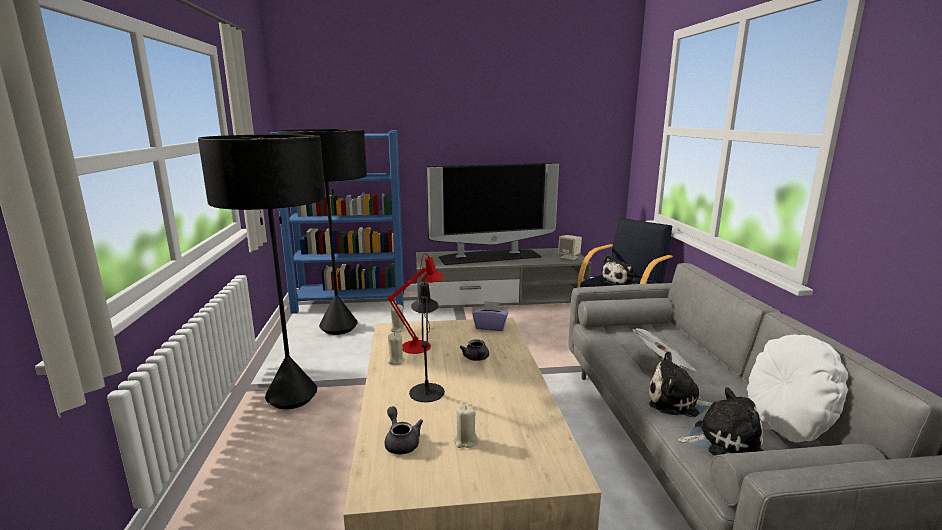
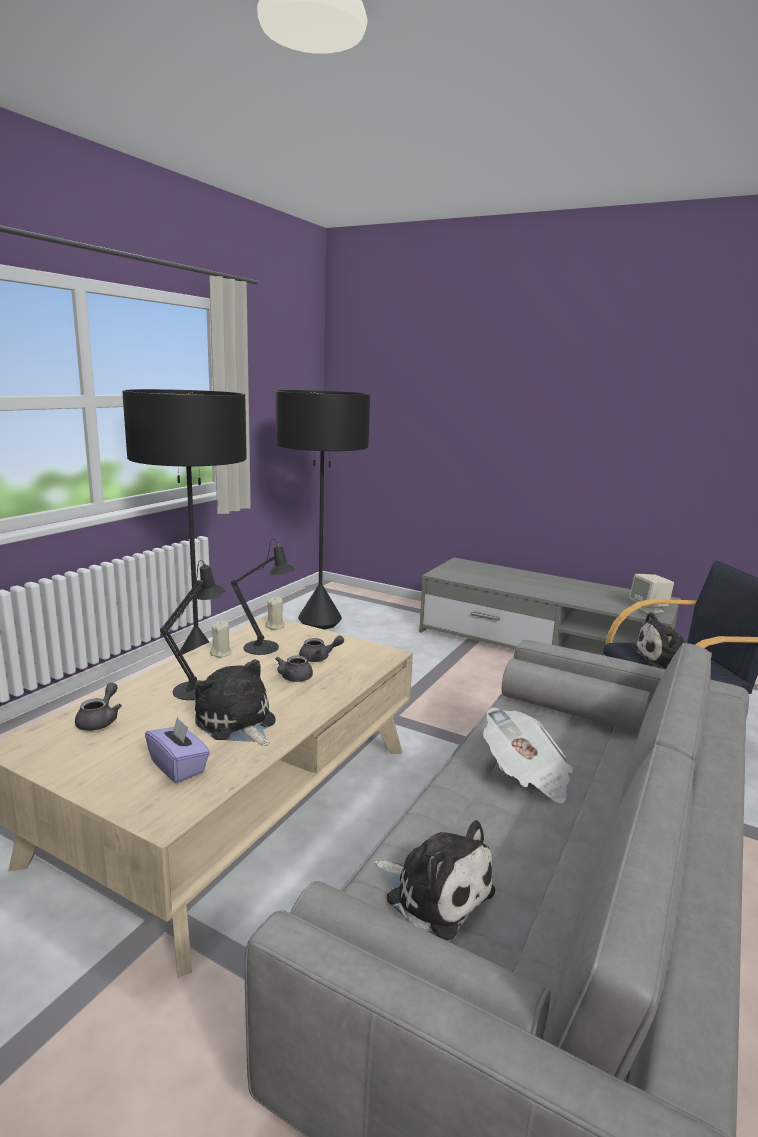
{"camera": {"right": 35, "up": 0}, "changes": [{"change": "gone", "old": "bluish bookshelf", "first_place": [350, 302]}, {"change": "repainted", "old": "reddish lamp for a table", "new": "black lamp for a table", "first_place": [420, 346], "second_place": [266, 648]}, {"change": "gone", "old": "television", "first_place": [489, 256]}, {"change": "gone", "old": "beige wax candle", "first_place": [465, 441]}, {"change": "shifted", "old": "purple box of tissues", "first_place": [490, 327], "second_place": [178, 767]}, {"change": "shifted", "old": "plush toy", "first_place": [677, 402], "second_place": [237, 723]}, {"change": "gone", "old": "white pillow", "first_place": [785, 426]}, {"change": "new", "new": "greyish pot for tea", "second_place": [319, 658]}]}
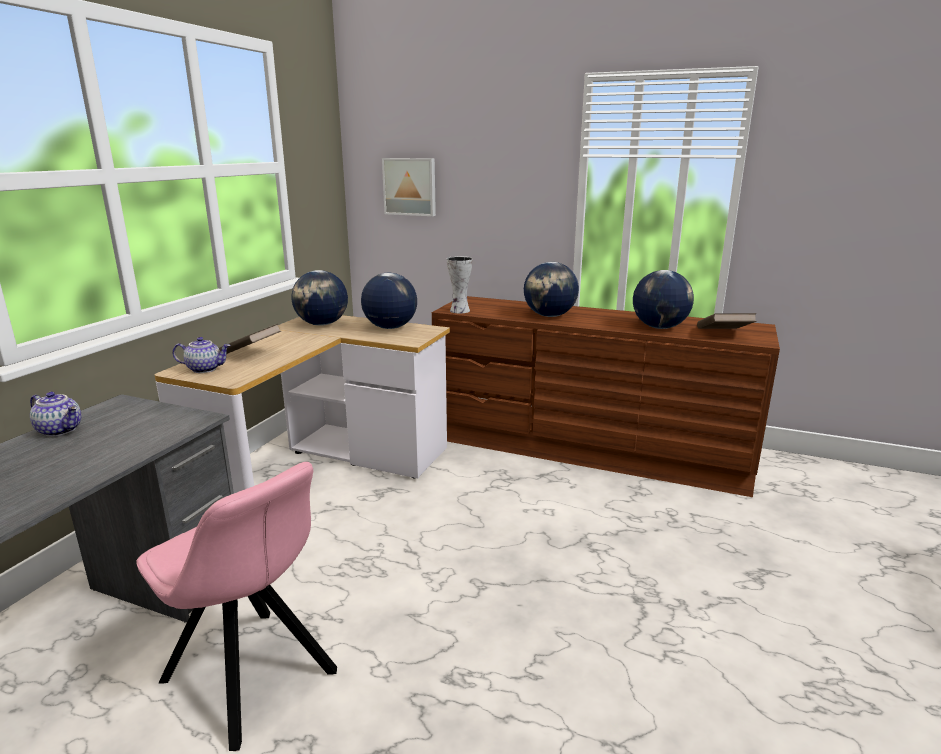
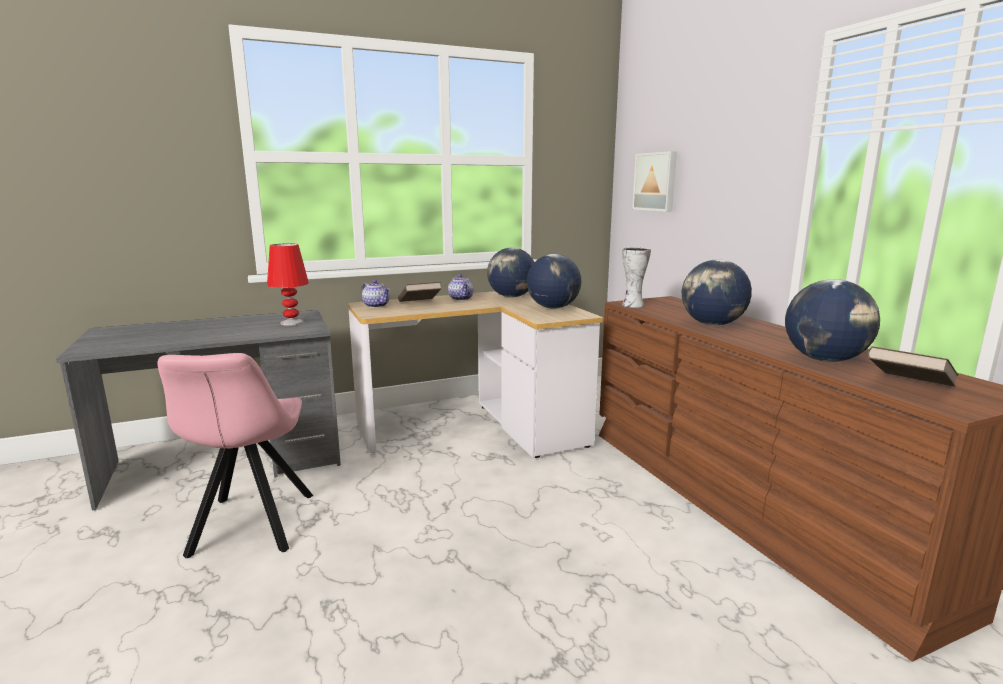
{"camera": {"right": 45, "up": -5}, "changes": [{"change": "shifted", "old": "pot for tea", "first_place": [61, 430], "second_place": [461, 299]}, {"change": "new", "new": "reddish lamp for a table", "second_place": [292, 323]}]}
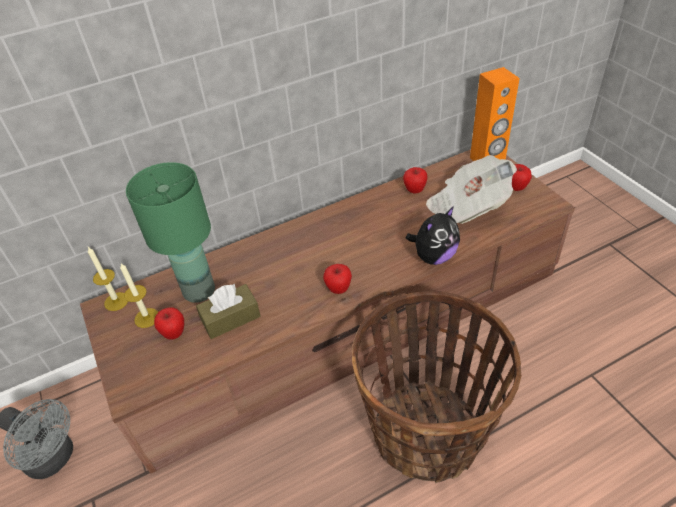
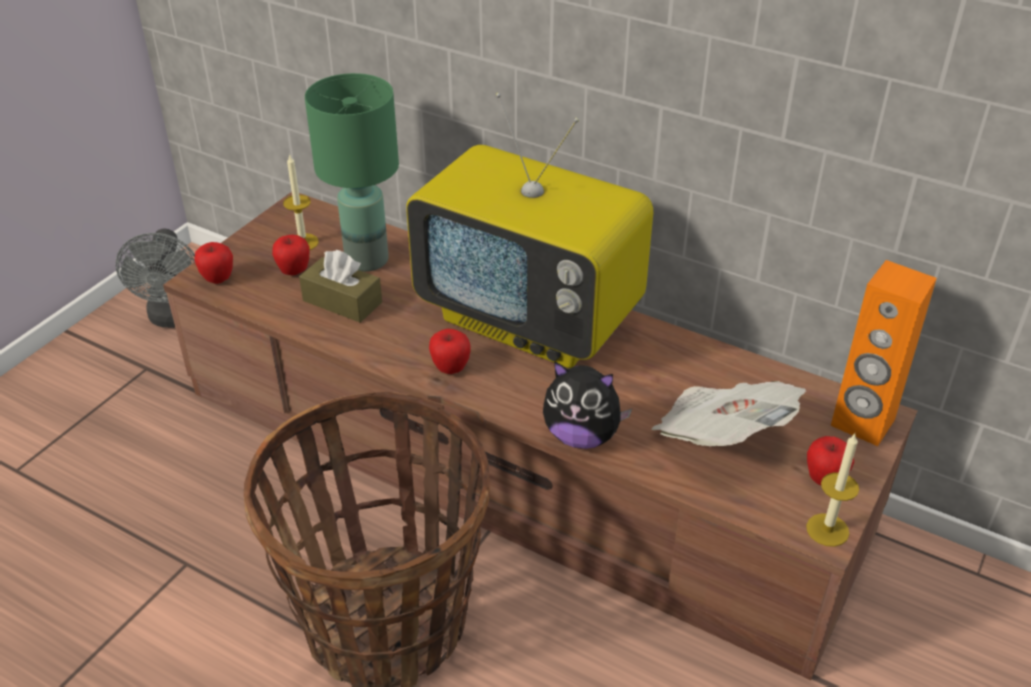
{"camera": {"right": 55, "up": -5}, "changes": [{"change": "shifted", "old": "wax candle", "first_place": [116, 301], "second_place": [827, 530]}, {"change": "shifted", "old": "apple", "first_place": [414, 190], "second_place": [218, 279]}, {"change": "new", "new": "television", "second_place": [532, 319]}]}
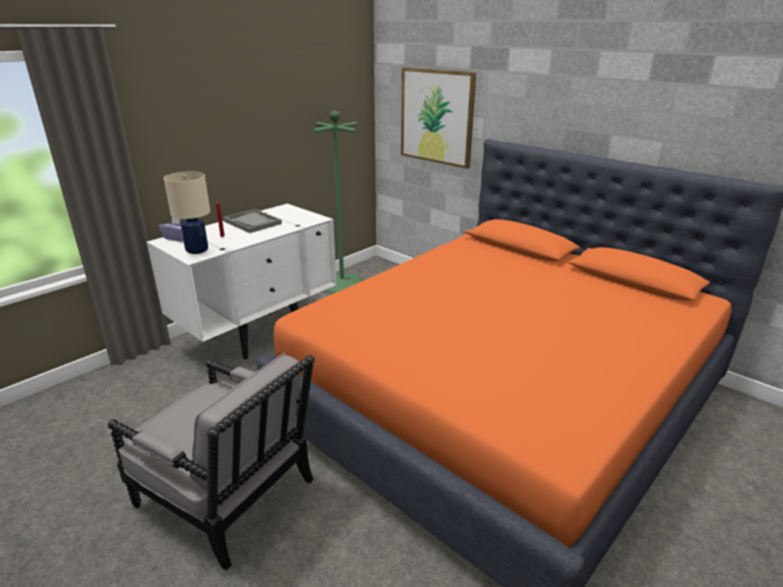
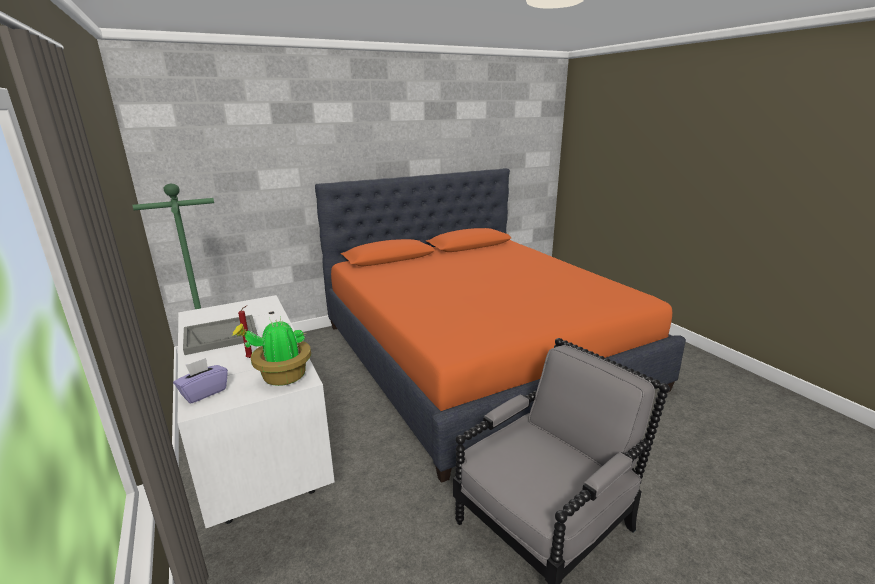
{"camera": {"right": -70, "up": -5}, "changes": [{"change": "swapped", "old": "beige lamp for a table", "new": "potted plant", "first_place": [197, 251], "second_place": [282, 377]}, {"change": "gone", "old": "wall picture", "first_place": [436, 116]}]}
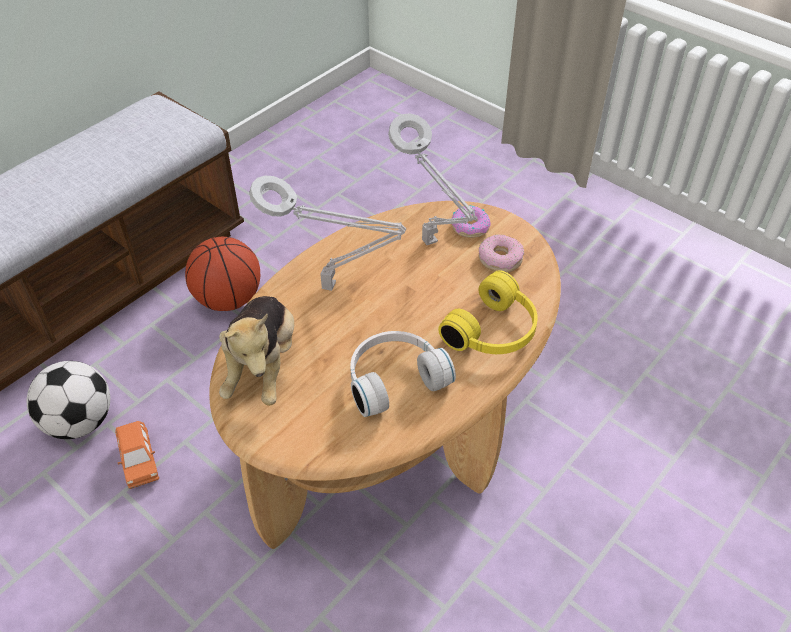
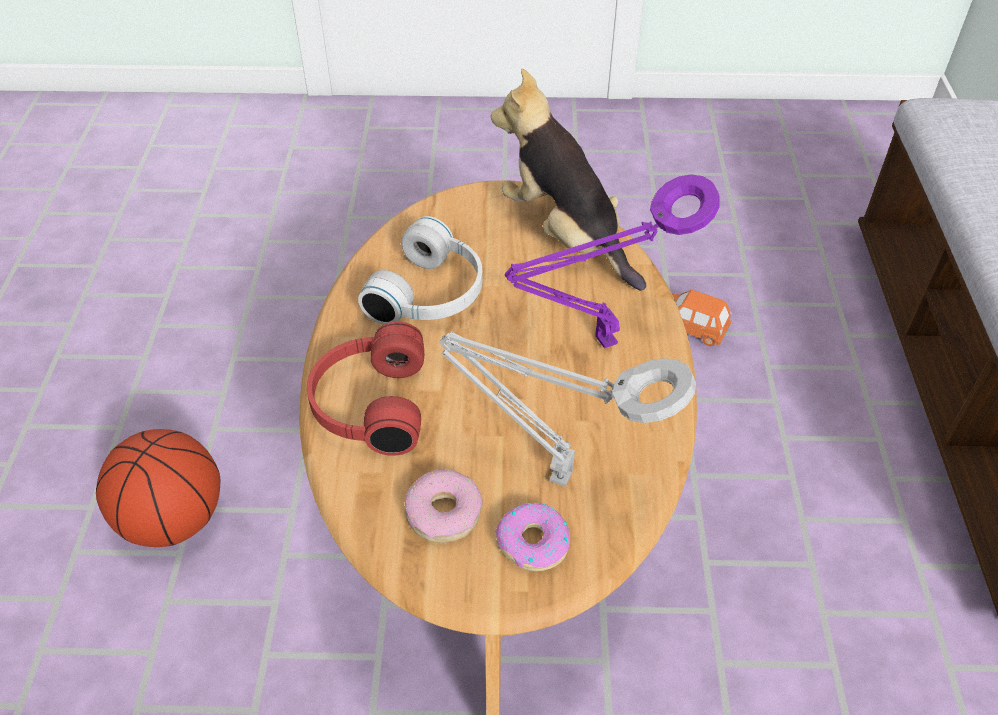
{"camera": {"right": 140, "up": 0}, "changes": [{"change": "gone", "old": "football", "first_place": [80, 422]}, {"change": "shifted", "old": "basketball", "first_place": [228, 299], "second_place": [174, 519]}, {"change": "repainted", "old": "greyish lamp for a table", "new": "purple lamp for a table", "first_place": [333, 287], "second_place": [599, 344]}, {"change": "repainted", "old": "yellowish pair of headphones", "new": "reddish pair of headphones", "first_place": [494, 332], "second_place": [368, 404]}]}
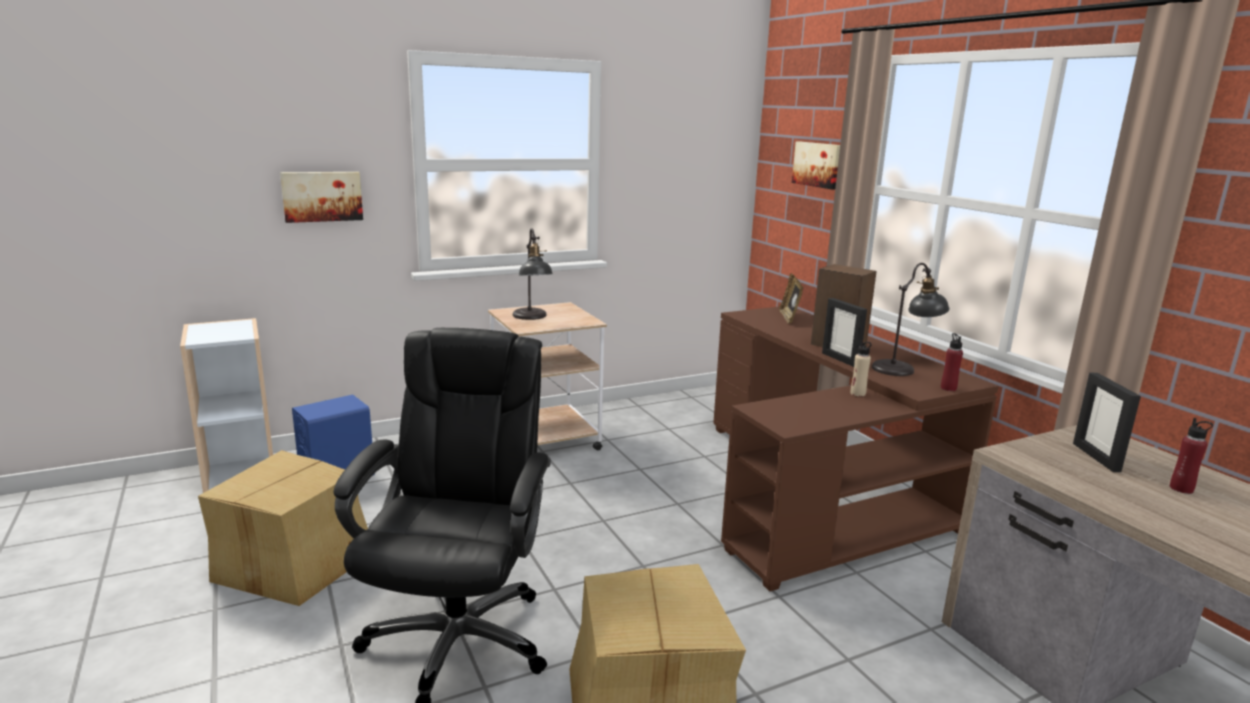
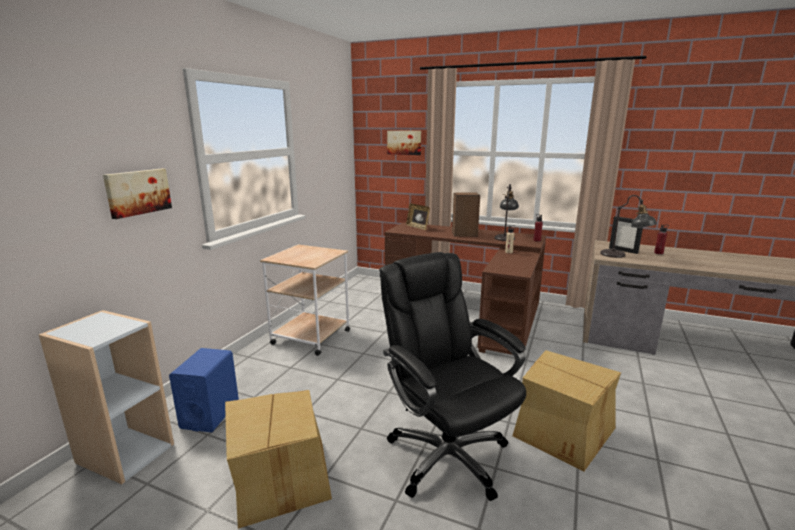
{"camera": {"right": -40, "up": 0}, "changes": [{"change": "shifted", "old": "greyish lamp for a table", "first_place": [533, 319], "second_place": [624, 255]}, {"change": "gone", "old": "picture frame", "first_place": [841, 359]}]}
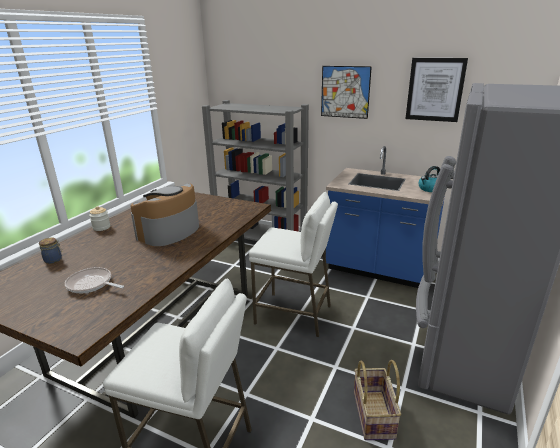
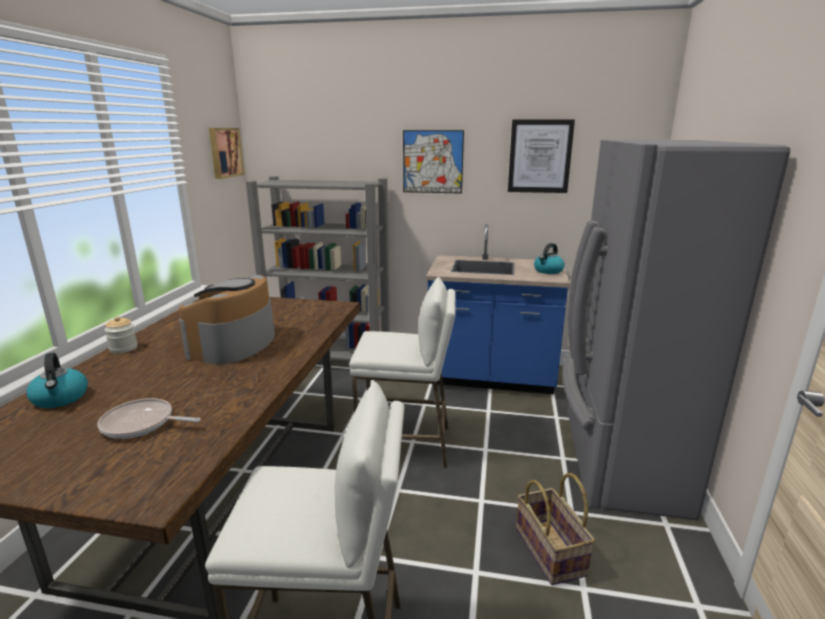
{"camera": {"right": -15, "up": -5}, "changes": [{"change": "swapped", "old": "storage jar", "new": "tea kettle", "first_place": [54, 260], "second_place": [61, 398]}, {"change": "new", "new": "wall picture", "second_place": [224, 152]}]}
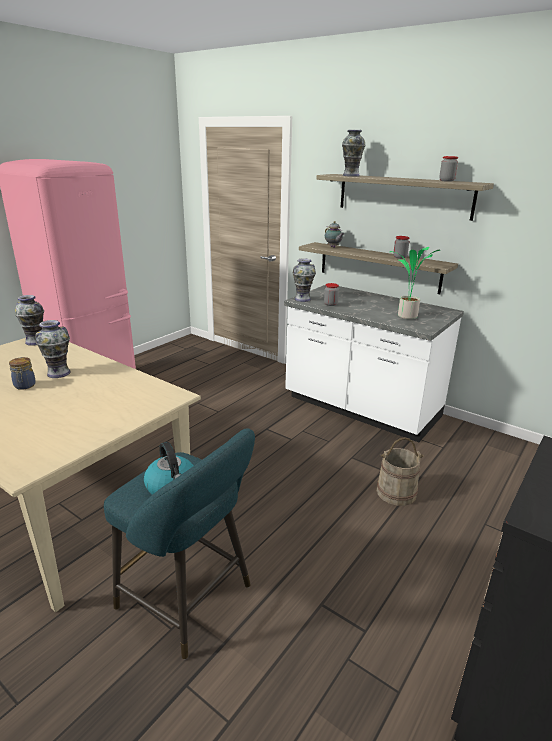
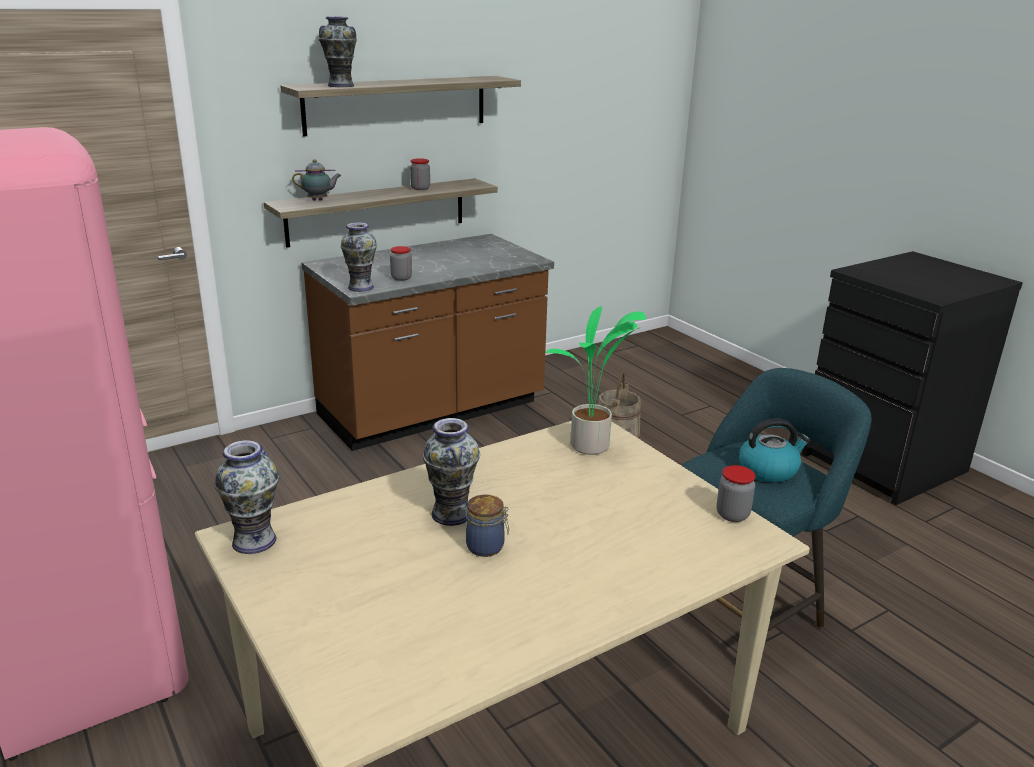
{"camera": {"right": -70, "up": 0}, "changes": [{"change": "repainted", "old": "white kitchen base unit", "new": "brownish kitchen base unit", "first_place": [361, 408], "second_place": [432, 411]}, {"change": "shifted", "old": "potted plant", "first_place": [406, 317], "second_place": [591, 447]}, {"change": "shifted", "old": "storage jar", "first_place": [446, 181], "second_place": [732, 515]}]}
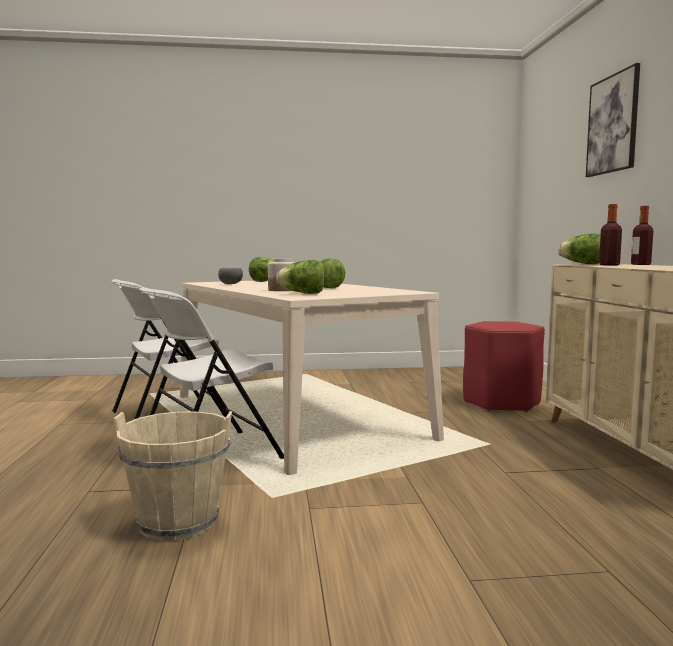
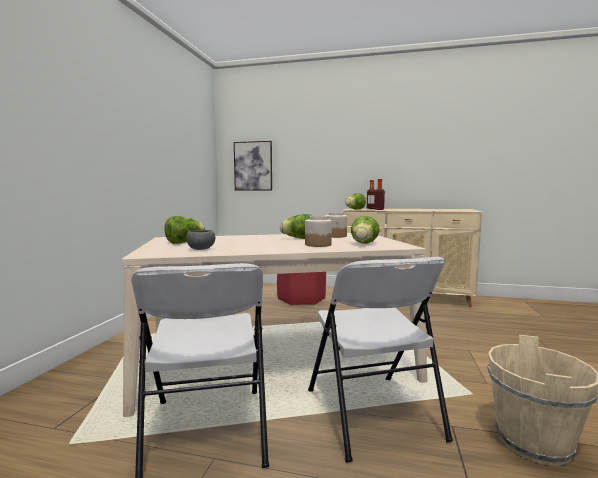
{"camera": {"right": -70, "up": 0}, "changes": [{"change": "shifted", "old": "wall picture", "first_place": [613, 124], "second_place": [253, 166]}, {"change": "new", "new": "storage jar", "second_place": [336, 236]}]}
